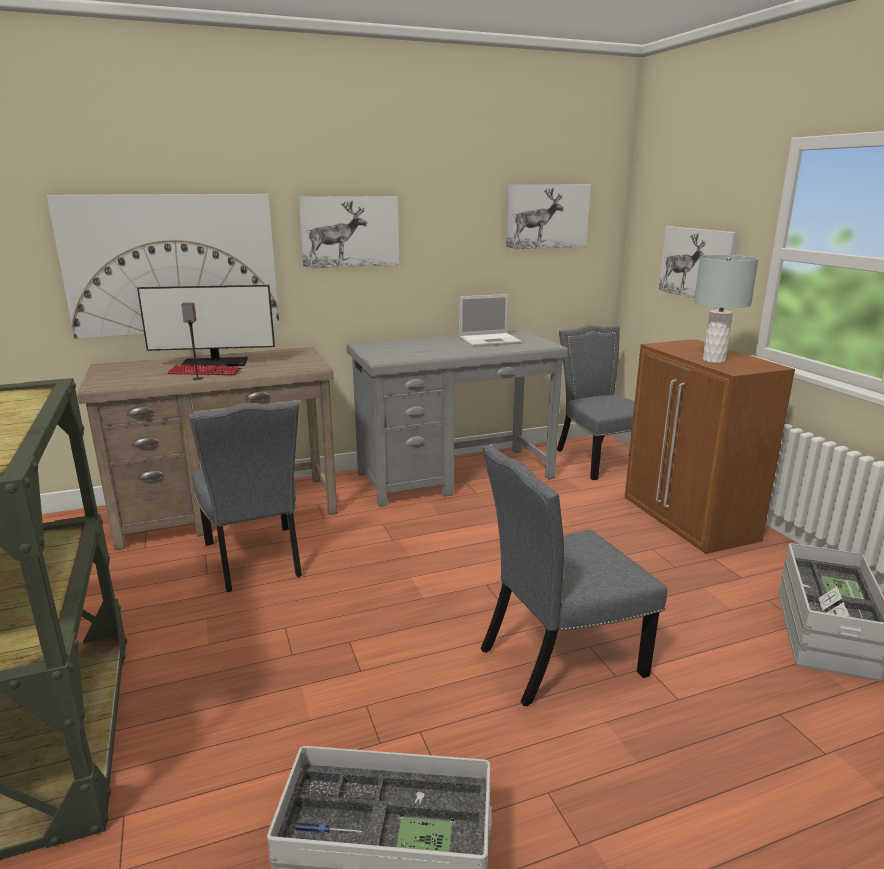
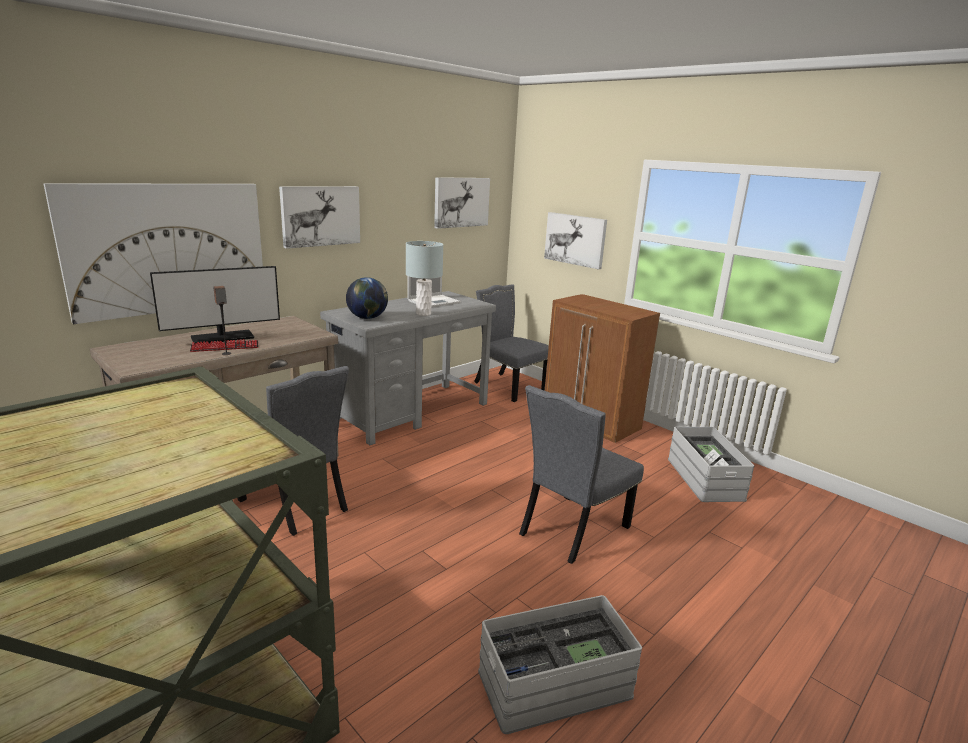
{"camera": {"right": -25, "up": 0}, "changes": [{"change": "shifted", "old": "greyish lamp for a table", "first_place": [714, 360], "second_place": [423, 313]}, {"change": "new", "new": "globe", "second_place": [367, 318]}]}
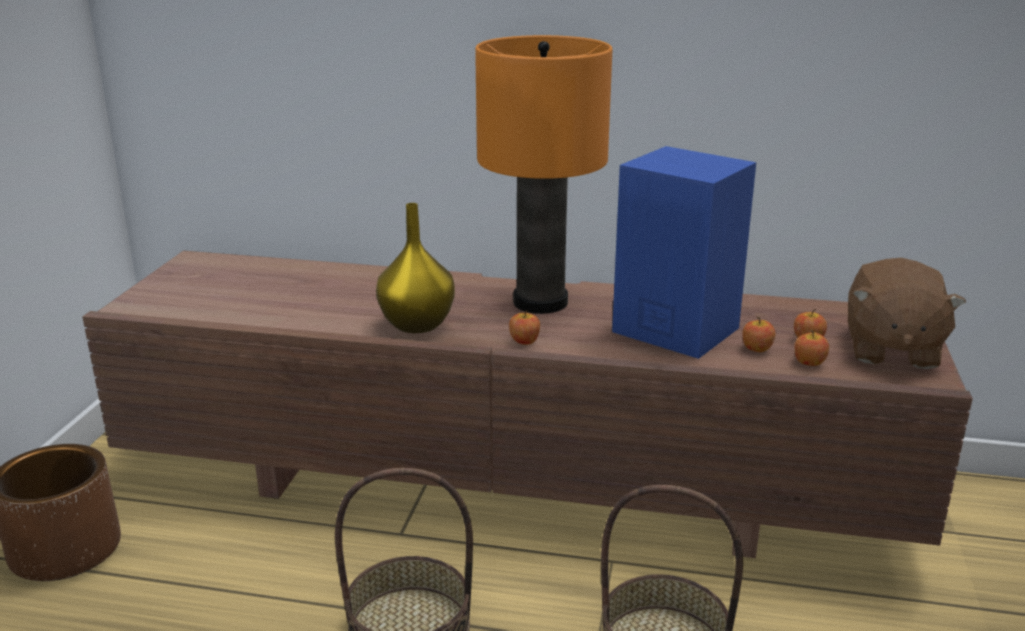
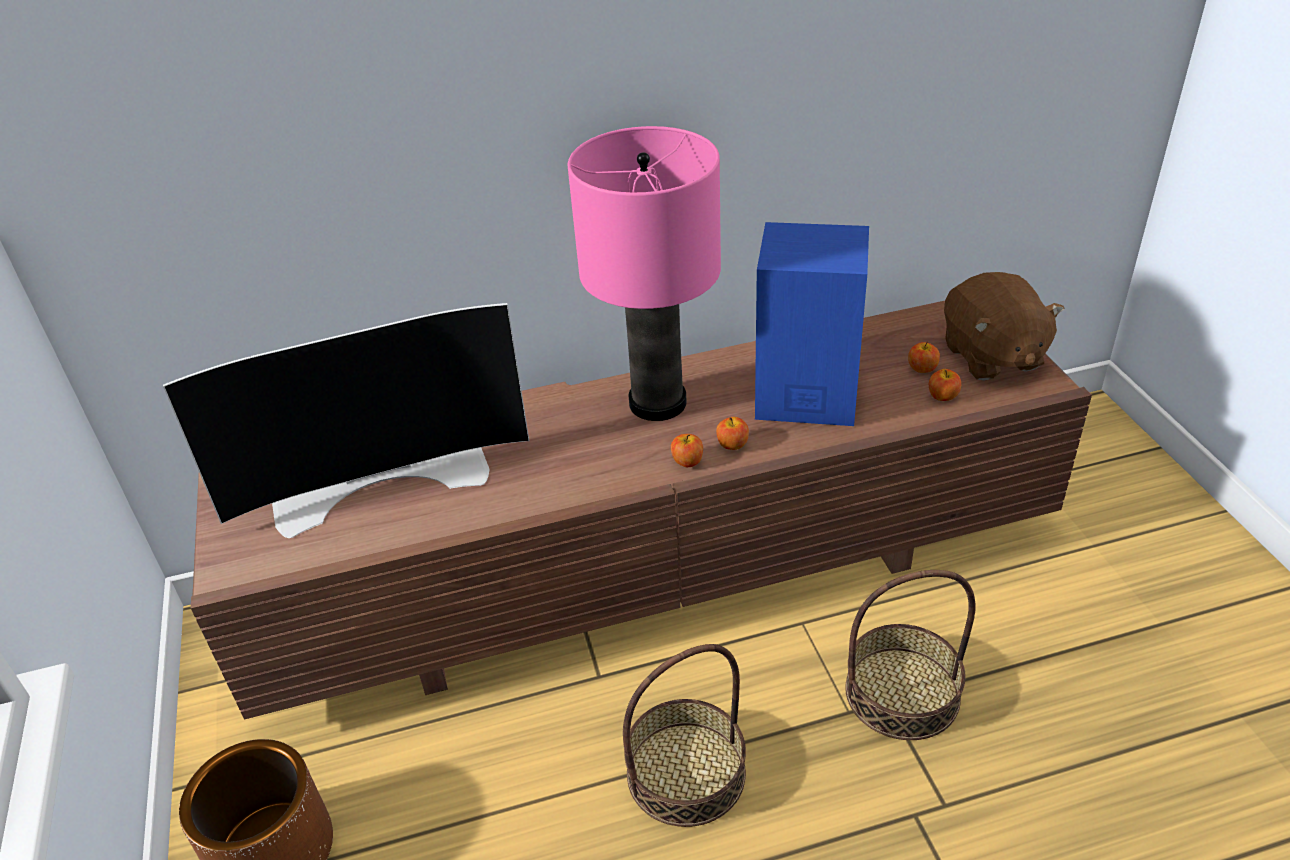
{"camera": {"right": -25, "up": 15}, "changes": [{"change": "gone", "old": "yellowish vase", "first_place": [415, 324]}, {"change": "repainted", "old": "orange lamp for a table", "new": "pink-coloured lamp for a table", "first_place": [541, 302], "second_place": [658, 403]}, {"change": "shifted", "old": "apple", "first_place": [756, 349], "second_place": [732, 445]}, {"change": "new", "new": "television", "second_place": [382, 480]}]}
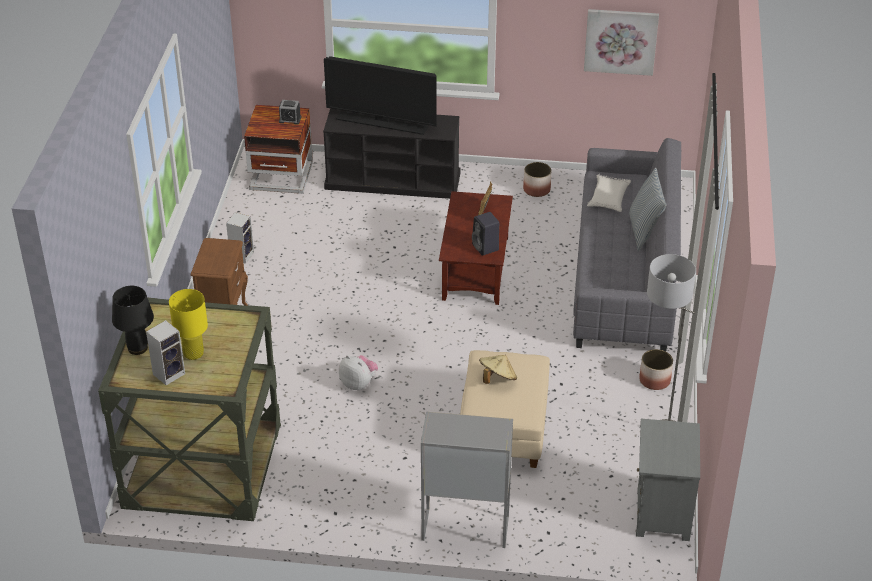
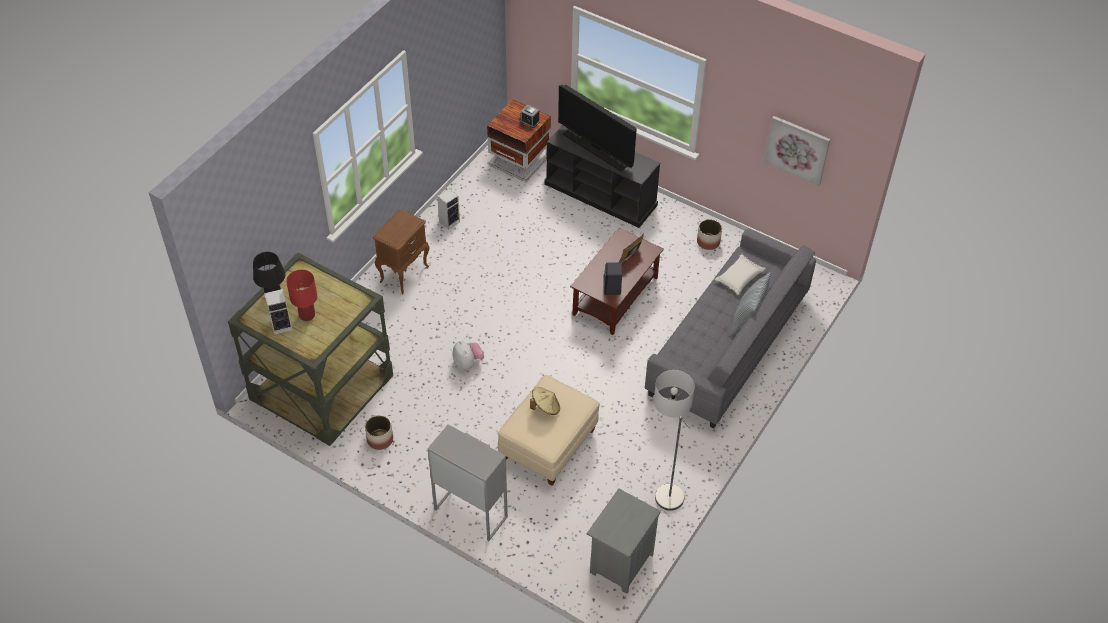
{"camera": {"right": 25, "up": 10}, "changes": [{"change": "repainted", "old": "yellowish lamp for a table", "new": "reddish lamp for a table", "first_place": [193, 355], "second_place": [307, 316]}, {"change": "shifted", "old": "flower pot", "first_place": [655, 380], "second_place": [380, 440]}]}
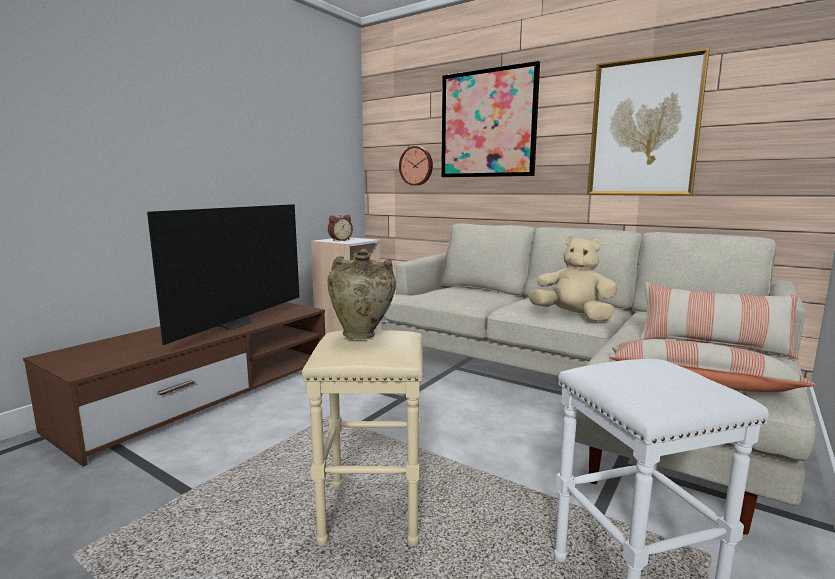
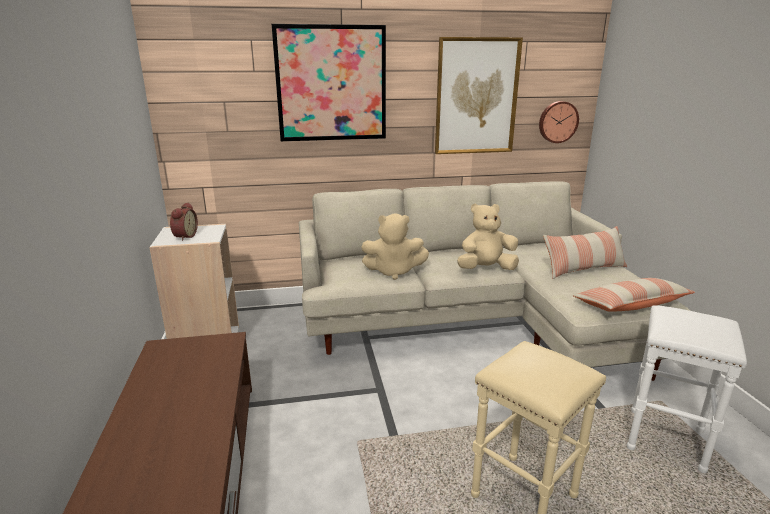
{"camera": {"right": -45, "up": 10}, "changes": [{"change": "gone", "old": "television", "first_place": [236, 324]}, {"change": "gone", "old": "beige vase", "first_place": [362, 335]}, {"change": "shifted", "old": "wall clock", "first_place": [416, 166], "second_place": [557, 122]}, {"change": "new", "new": "beige plush toy", "second_place": [393, 271]}]}
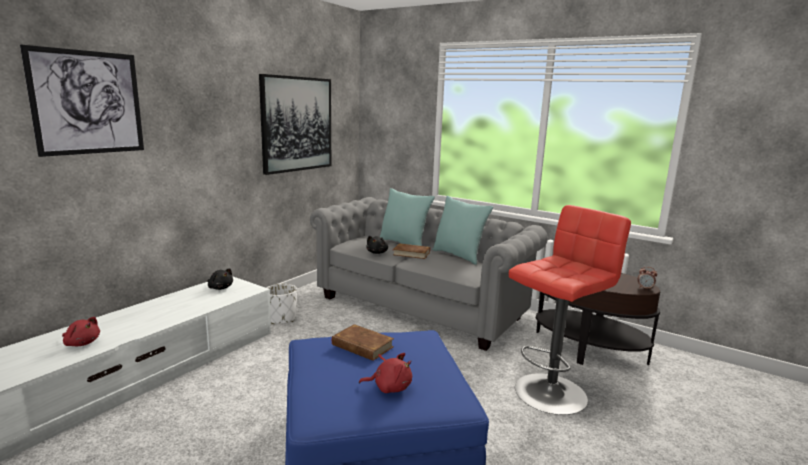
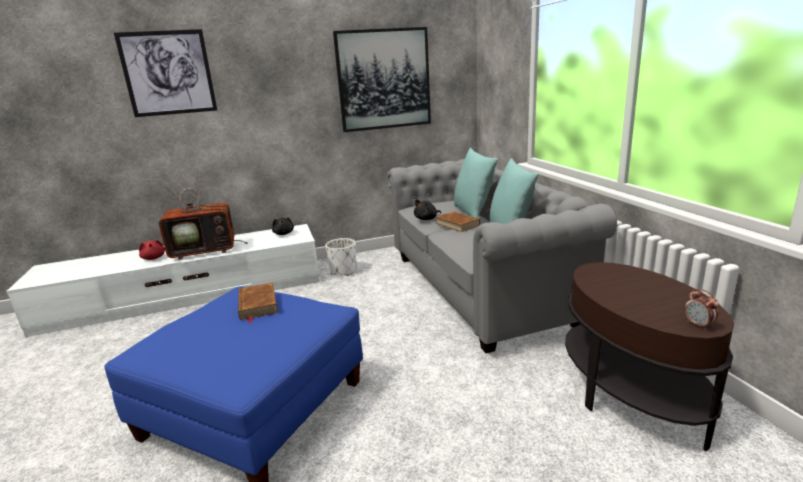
{"camera": {"right": 40, "up": 5}, "changes": [{"change": "gone", "old": "reddish plush toy", "first_place": [389, 387]}, {"change": "gone", "old": "reddish sitting stool", "first_place": [551, 393]}, {"change": "new", "new": "television", "second_place": [206, 250]}]}
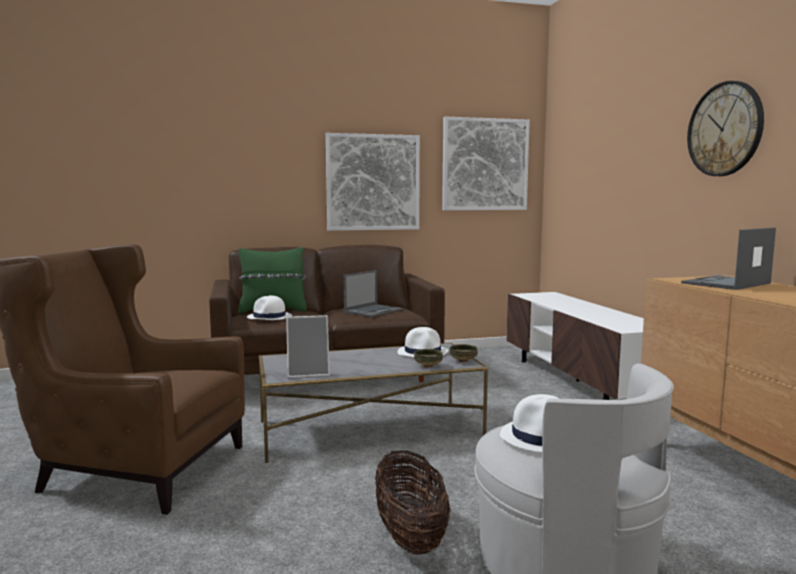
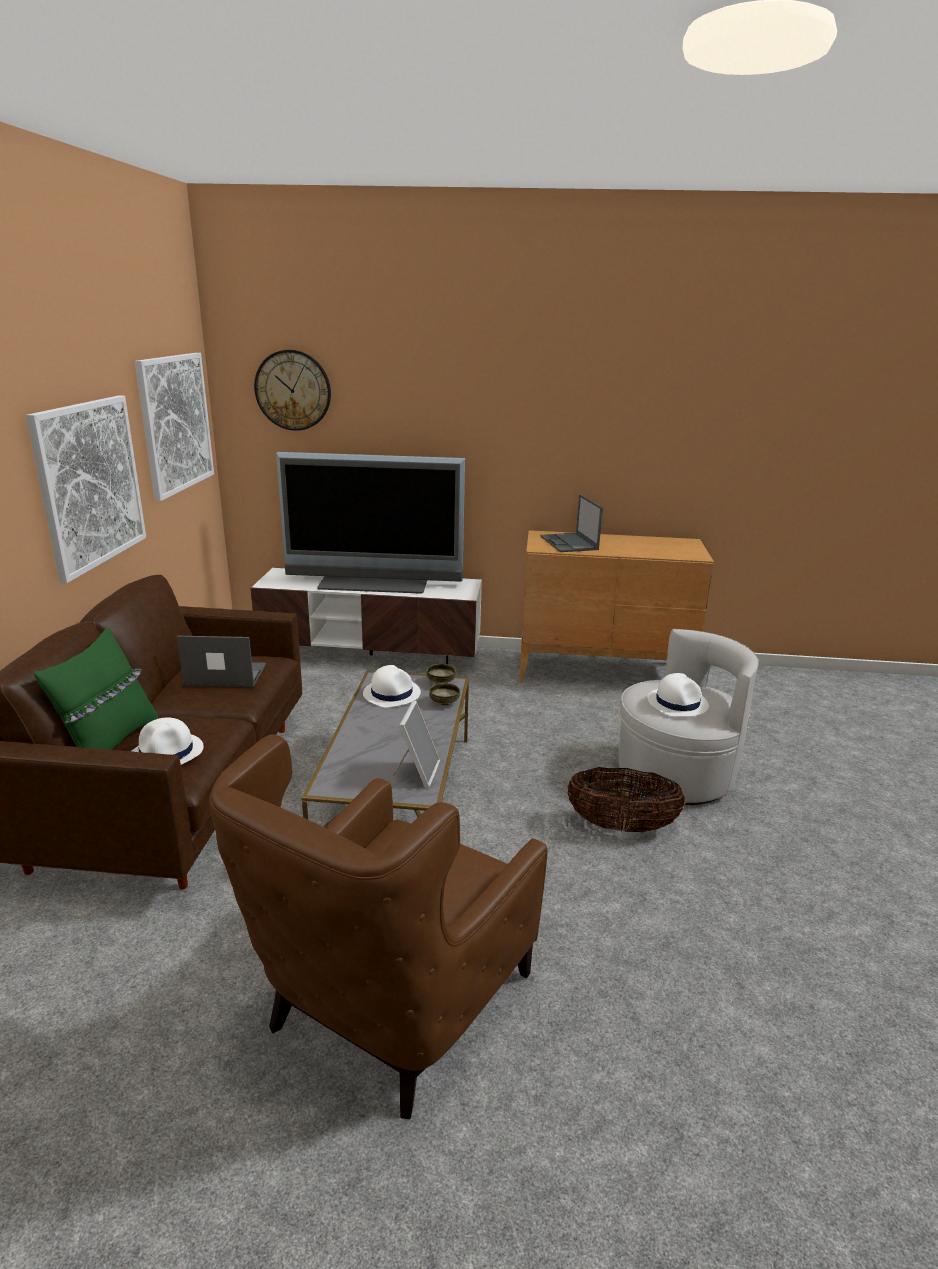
{"camera": {"right": -70, "up": 15}, "changes": [{"change": "rotated", "old": "notebook computer", "first_place": [373, 311], "second_place": [225, 675], "degrees": -60}, {"change": "shifted", "old": "wall clock", "first_place": [725, 129], "second_place": [293, 390]}, {"change": "new", "new": "television", "second_place": [374, 583]}]}
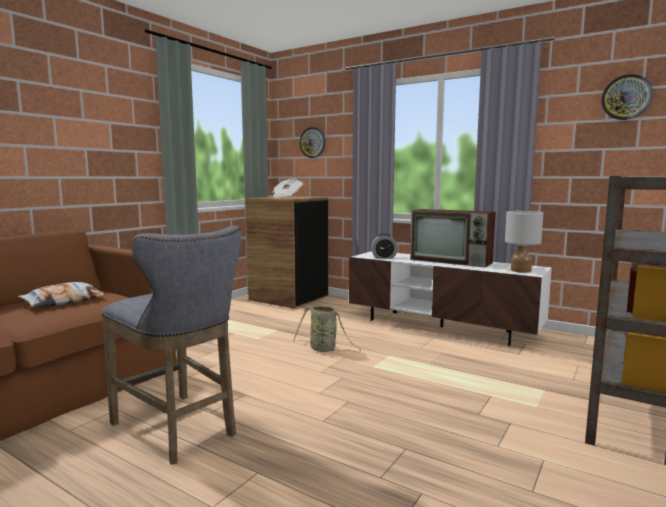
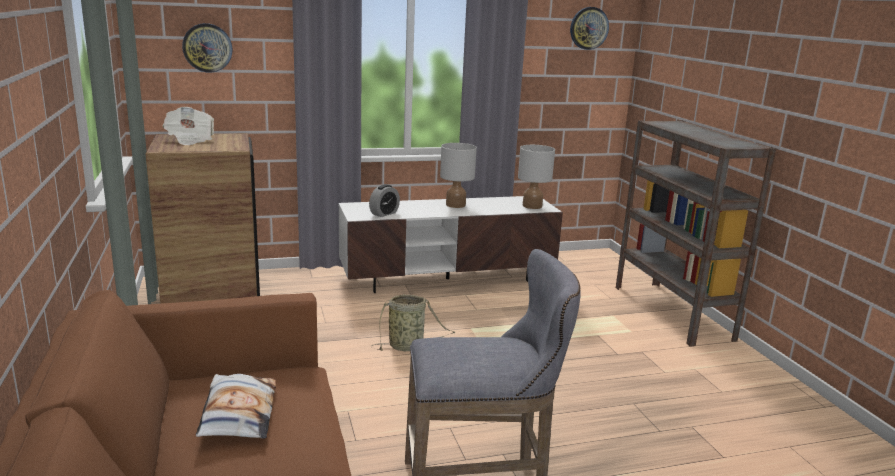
{"camera": {"right": -50, "up": 10}, "changes": [{"change": "swapped", "old": "television", "new": "greyish lamp for a table", "first_place": [452, 261], "second_place": [456, 205]}]}
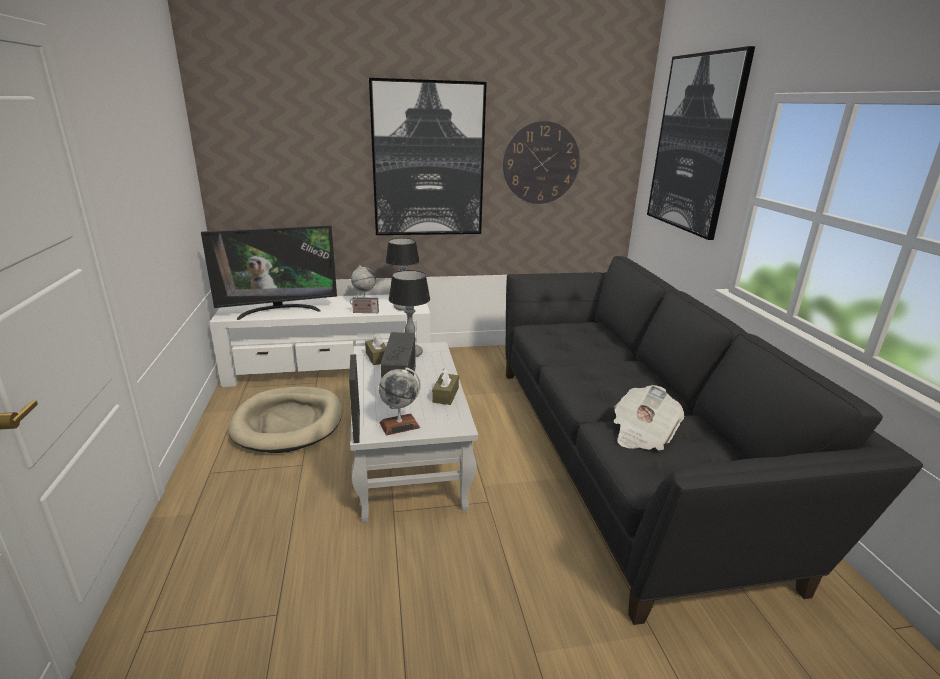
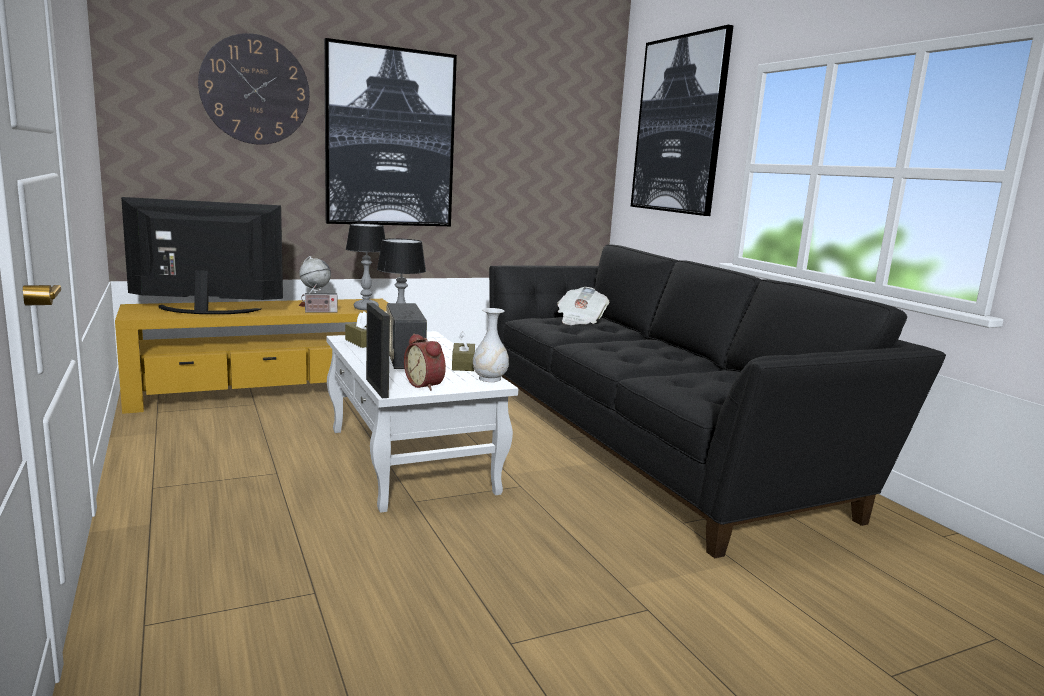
{"camera": {"right": -15, "up": -10}, "changes": [{"change": "rotated", "old": "television", "first_place": [278, 310], "second_place": [205, 311], "degrees": -150}, {"change": "repainted", "old": "white tv unit", "new": "yellowish tv unit", "first_place": [330, 367], "second_place": [267, 390]}, {"change": "gone", "old": "beige dog cushion", "first_place": [288, 423]}, {"change": "swapped", "old": "globe", "new": "bedside clock", "first_place": [399, 425], "second_place": [426, 385]}, {"change": "shifted", "old": "wall clock", "first_place": [541, 163], "second_place": [255, 90]}, {"change": "shifted", "old": "printed paper", "first_place": [642, 434], "second_place": [580, 321]}, {"change": "new", "new": "white vase", "second_place": [490, 379]}]}
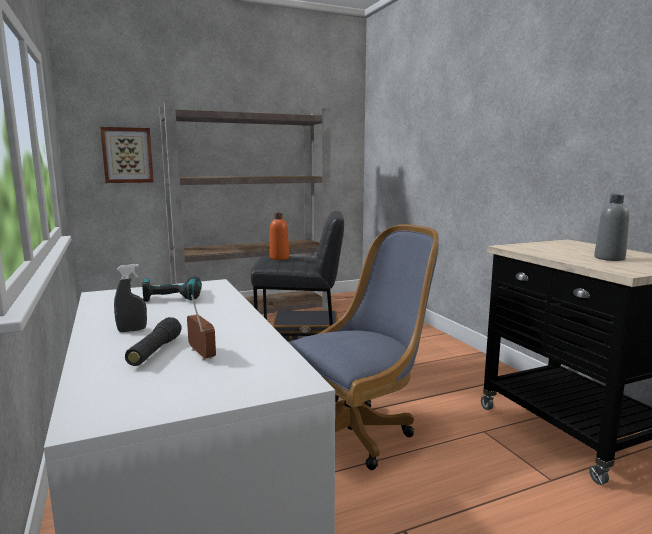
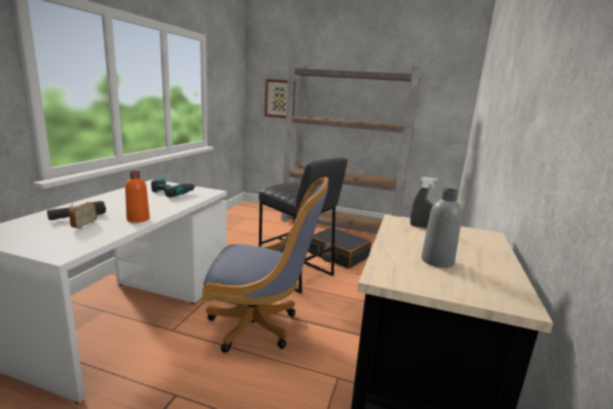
{"camera": {"right": 40, "up": 5}, "changes": [{"change": "shifted", "old": "greyish spray bottle", "first_place": [132, 330], "second_place": [420, 226]}, {"change": "shifted", "old": "orange drink bottle", "first_place": [279, 258], "second_place": [138, 219]}]}
